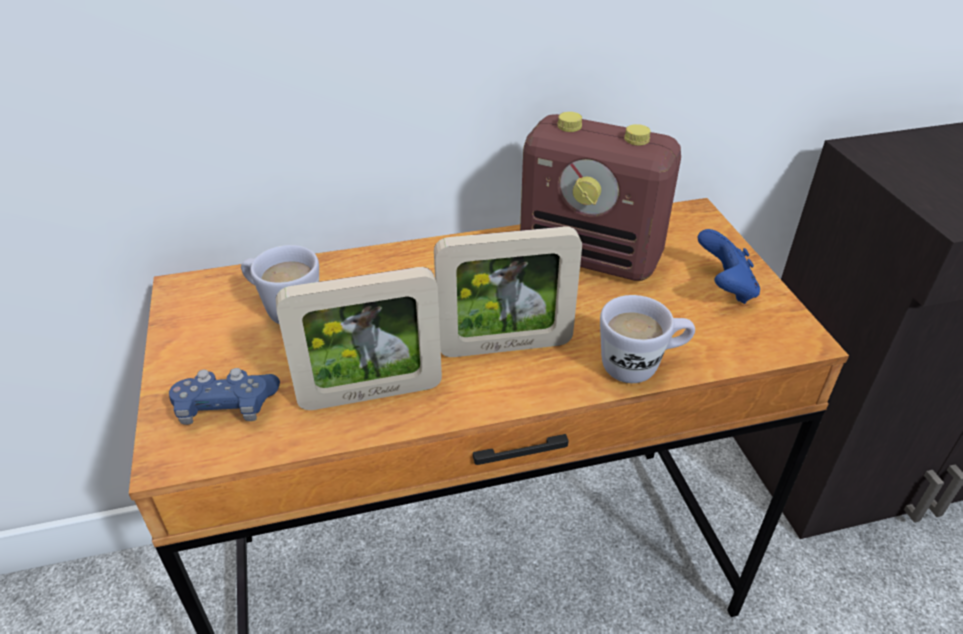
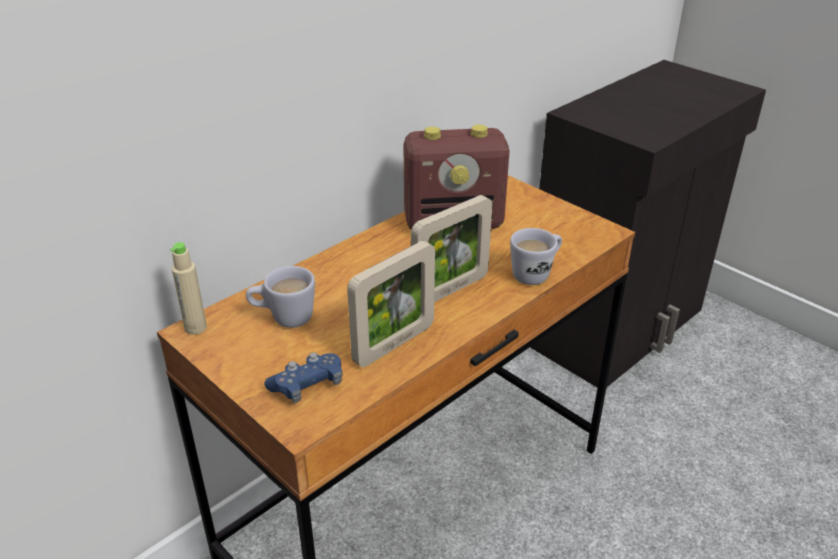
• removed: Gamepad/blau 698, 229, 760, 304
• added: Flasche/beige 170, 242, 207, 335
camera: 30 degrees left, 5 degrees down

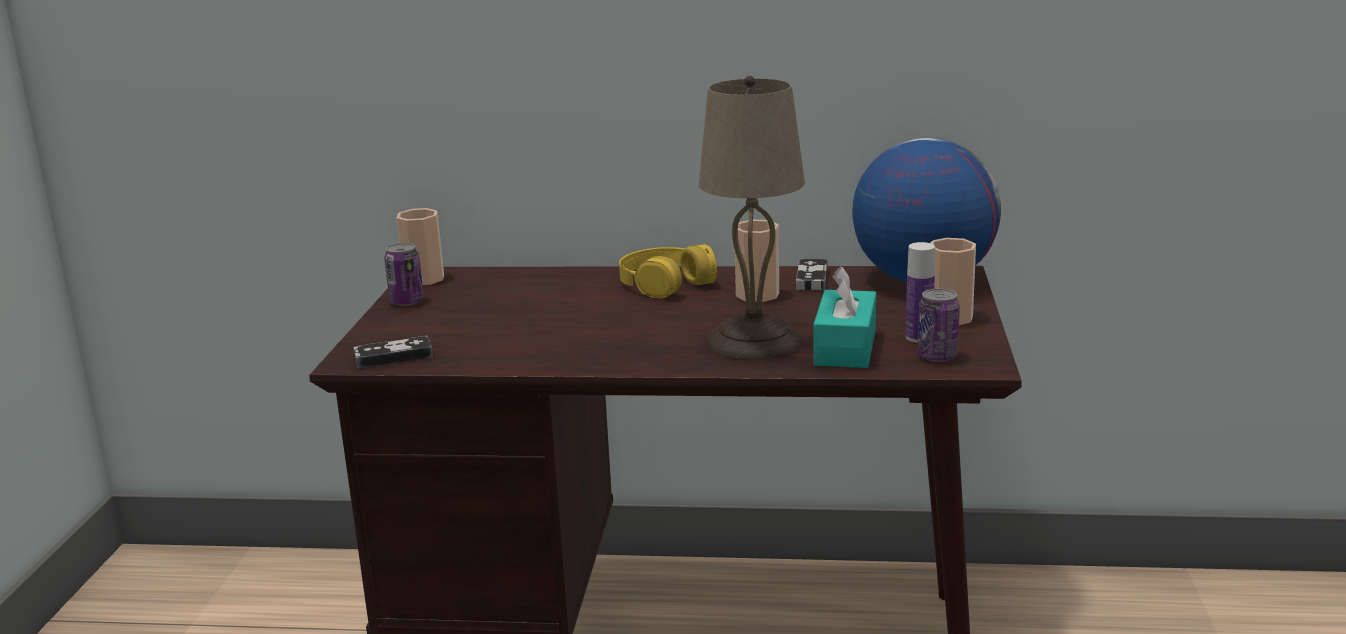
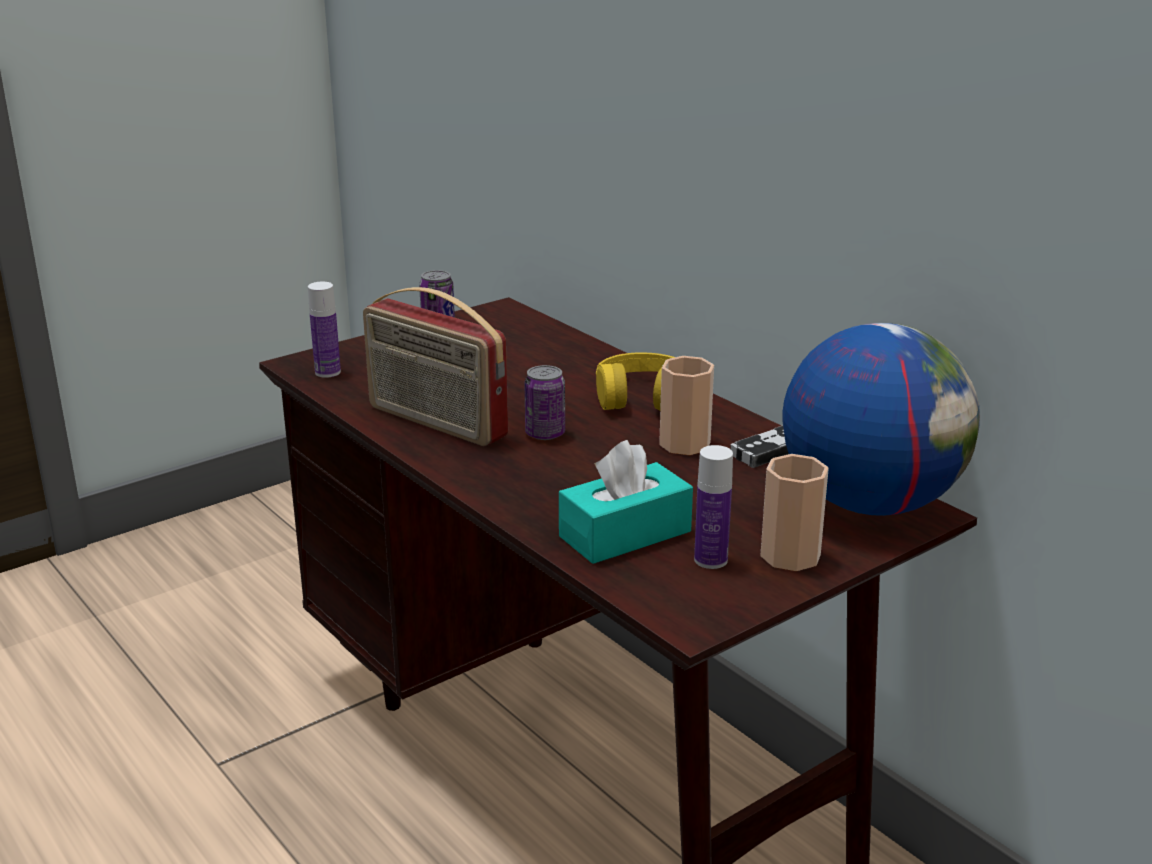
• removed: Tischlampe/beige 699, 76, 805, 360
• removed: Tasse 396, 208, 444, 285
• moved: Dose 918, 289, 960, 362 to 524, 365, 565, 440
• replaced: Gamepad 353, 336, 433, 369 to Flasche 308, 282, 341, 378
• added: Radio 363, 287, 508, 446
camera: 45 degrees right, 5 degrees up

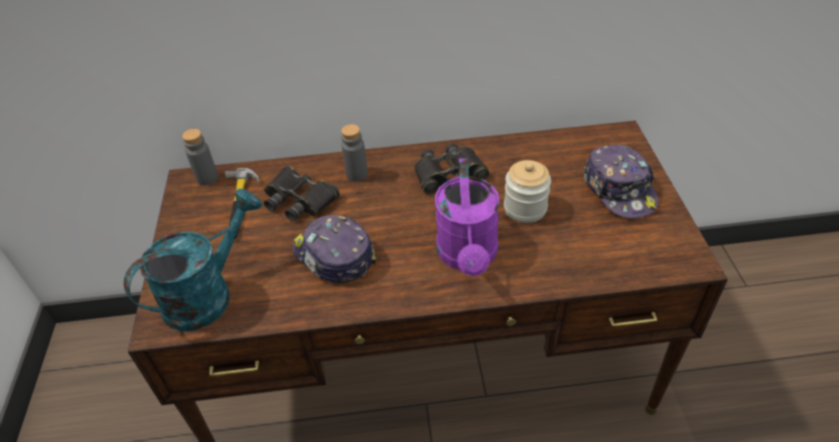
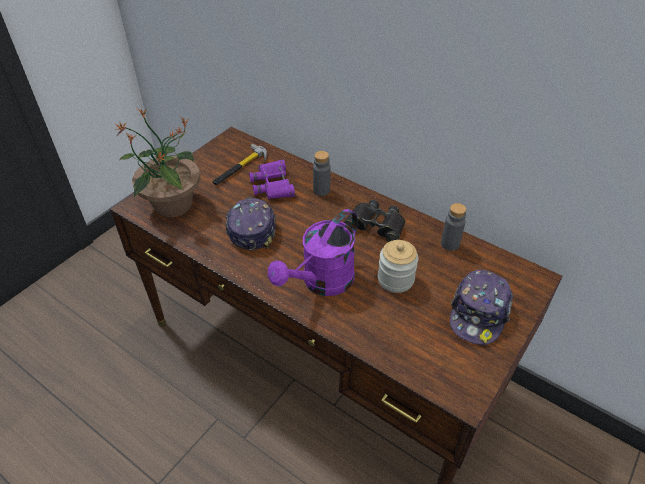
• moved: Flasche/grau 182, 129, 218, 185 to 441, 203, 467, 251
• recoloured: Fernglas/schwarz 264, 166, 340, 222 to Fernglas/lila 249, 159, 295, 199
• replaced: Gießkanne/türkis 124, 189, 262, 331 to Topfpflanze 115, 109, 201, 217
camera: 40 degrees right, 0 degrees up

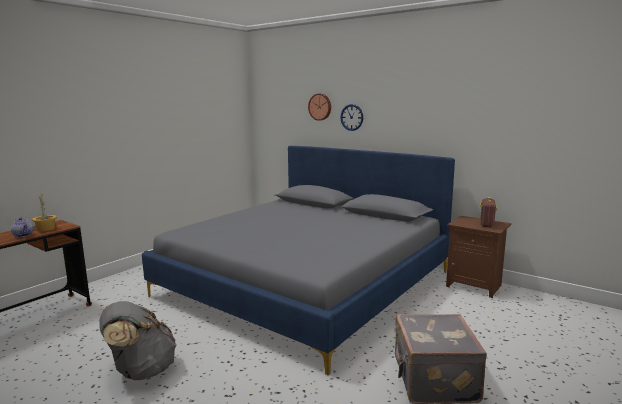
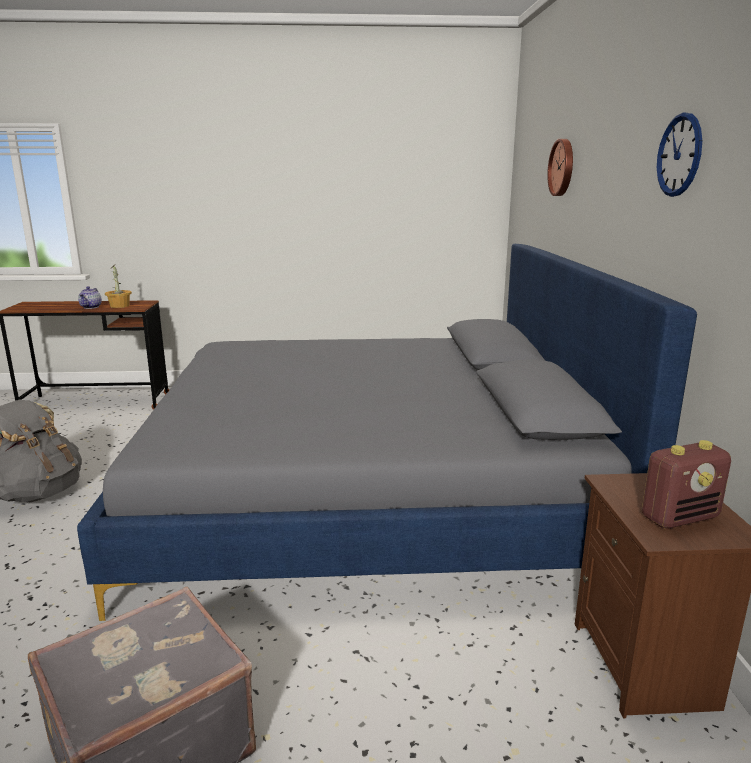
• moved: Wanduhr 340, 104, 363, 131 to 657, 113, 702, 197
camera: 50 degrees right, 5 degrees up

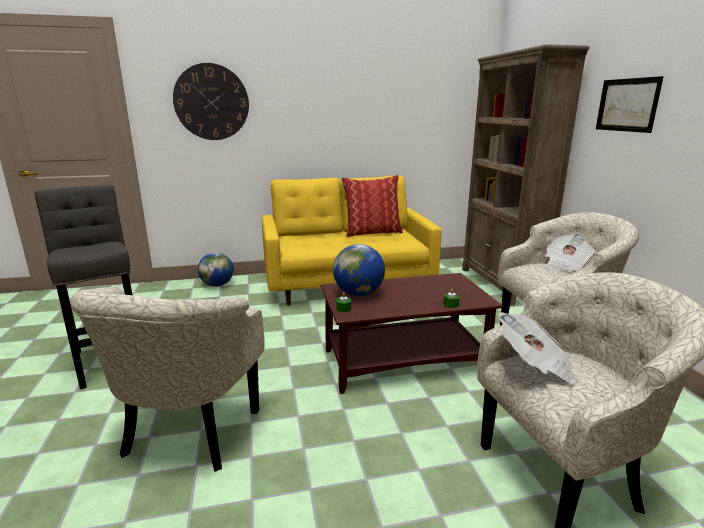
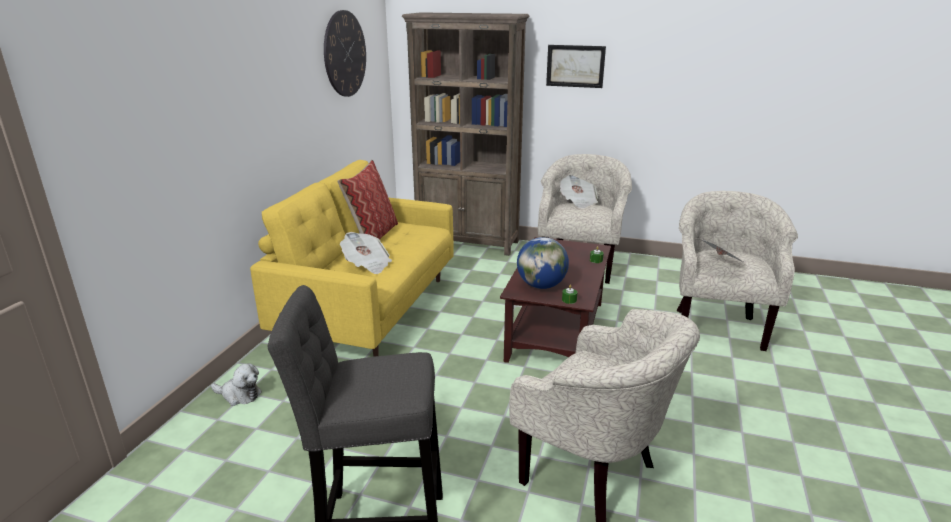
• moved: Wanduhr 173, 63, 249, 140 to 324, 10, 366, 97
• replaced: Globus 198, 252, 234, 287 to Plüschtier 211, 363, 262, 406
• added: Zeitung 340, 232, 392, 274
camera: 60 degrees left, 5 degrees up

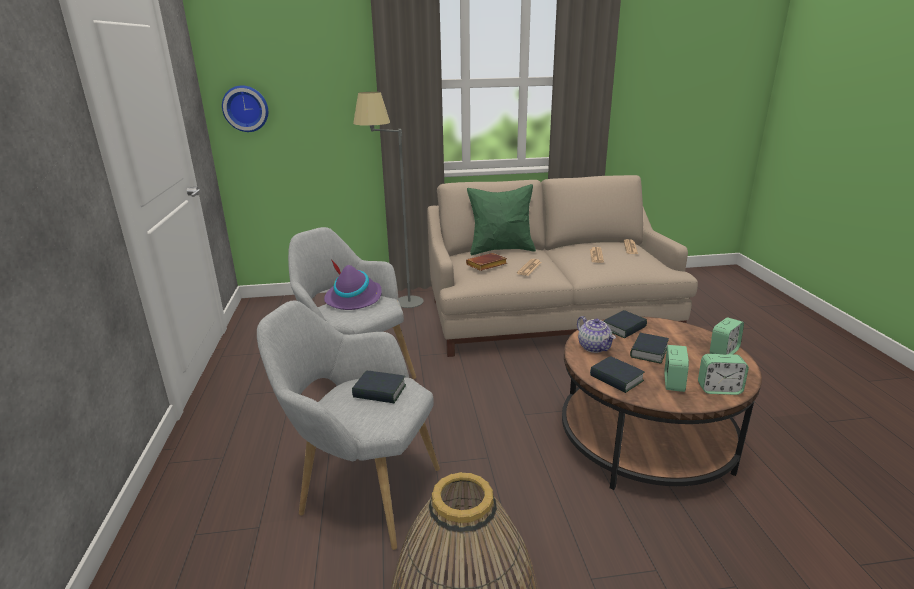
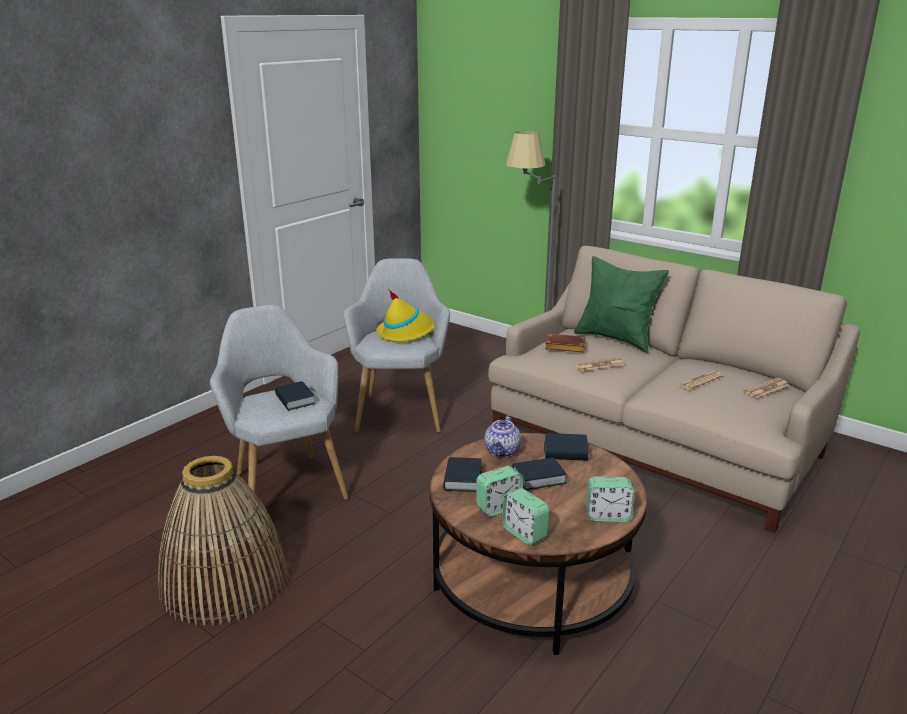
• removed: Wanduhr 222, 85, 268, 132
• recoloured: Hut/lila 324, 259, 382, 310 to Hut/gelb 376, 289, 435, 342
camera: 45 degrees right, 0 degrees up

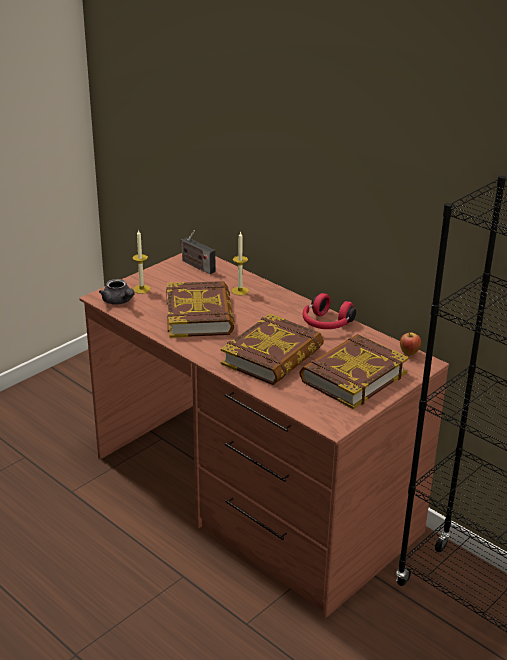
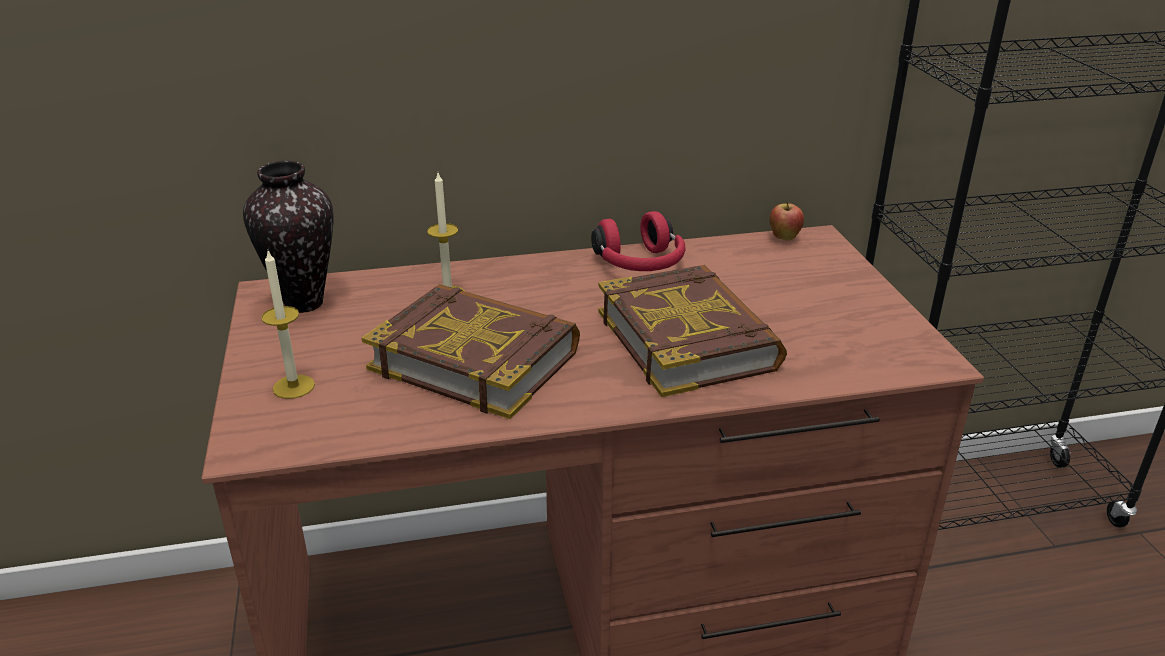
• replaced: Radio 180, 231, 215, 274 to Vase 243, 161, 334, 313
• removed: Teekanne/grau 99, 279, 135, 305
• removed: Buch 299, 334, 409, 409
camera: 55 degrees left, 0 degrees up

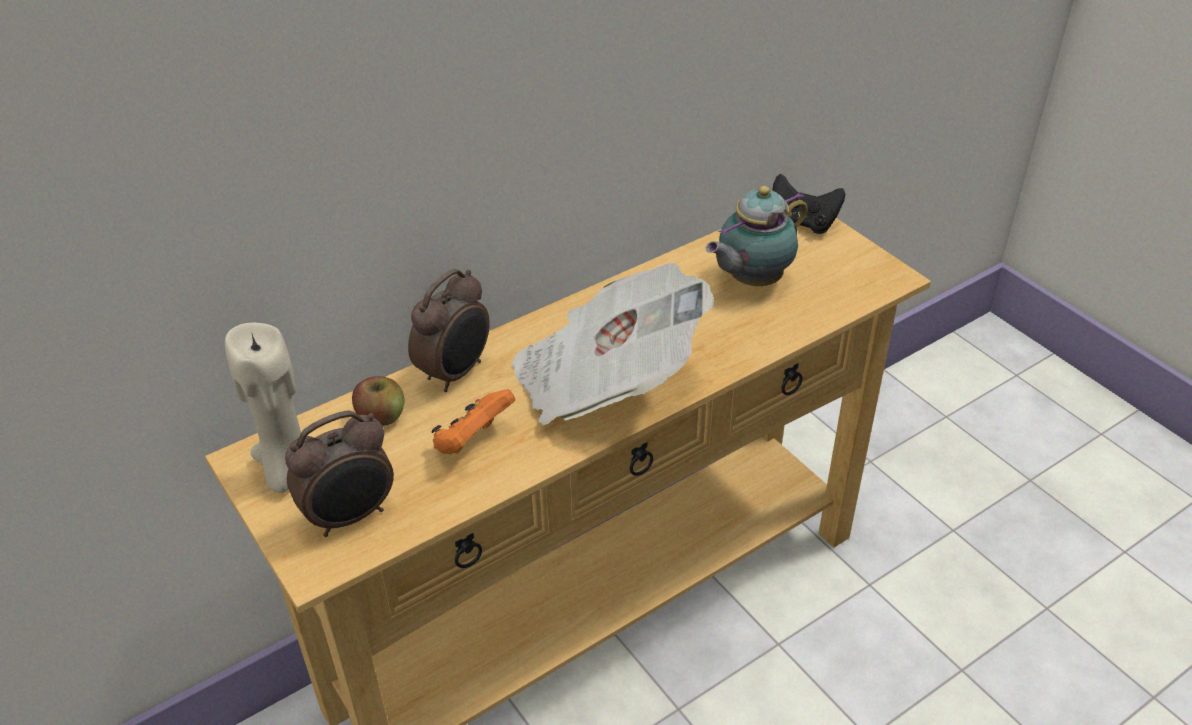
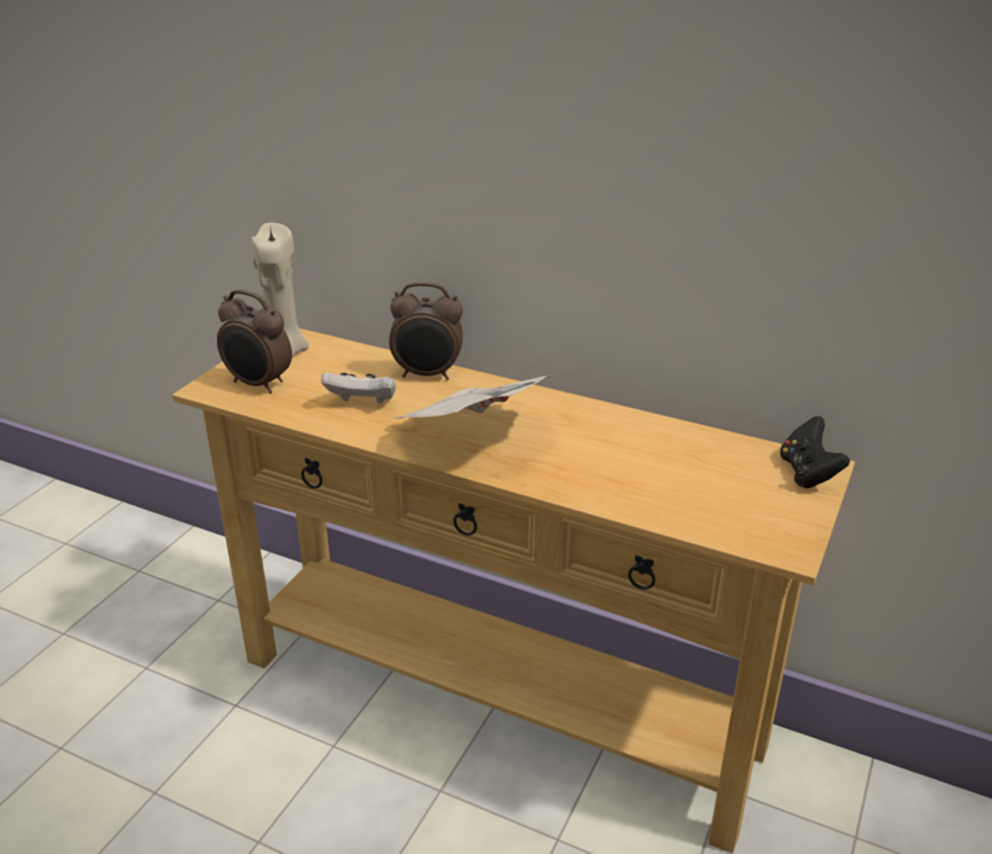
• removed: Teekanne 706, 186, 808, 286
• removed: Apfel 352, 376, 404, 426
• recoloured: Gamepad/orange 432, 389, 515, 454 to Gamepad/weiß 321, 373, 396, 404
camera: 60 degrees right, 10 degrees down

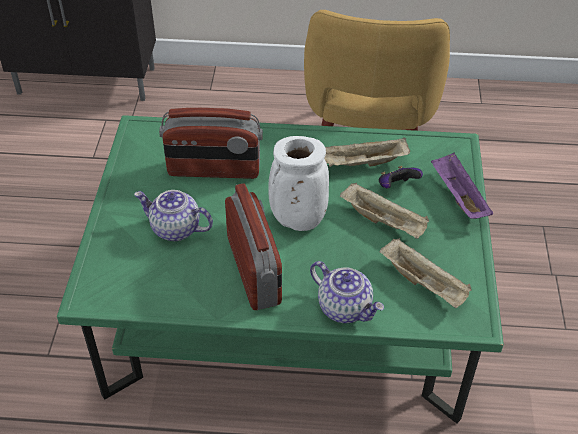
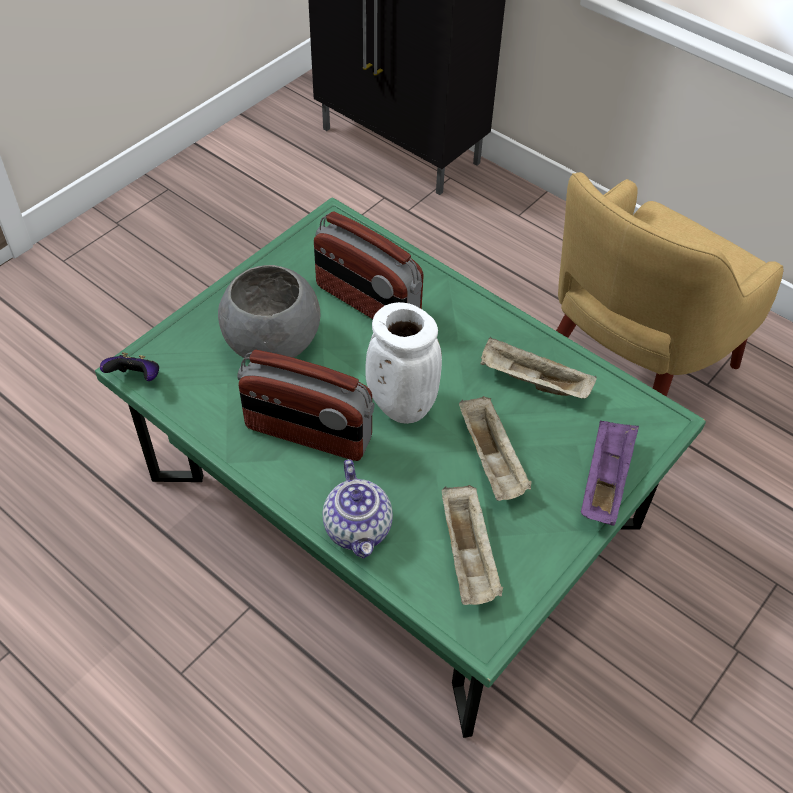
• moved: Gamepad 379, 166, 423, 188 to 100, 352, 159, 381
• turned: Radio 225, 183, 282, 310 = 237, 350, 374, 461 90 degrees clockwise
• replaced: Teekanne 134, 190, 213, 241 to Schüssel/grau 218, 265, 321, 360
camera: 35 degrees right, 5 degrees up

